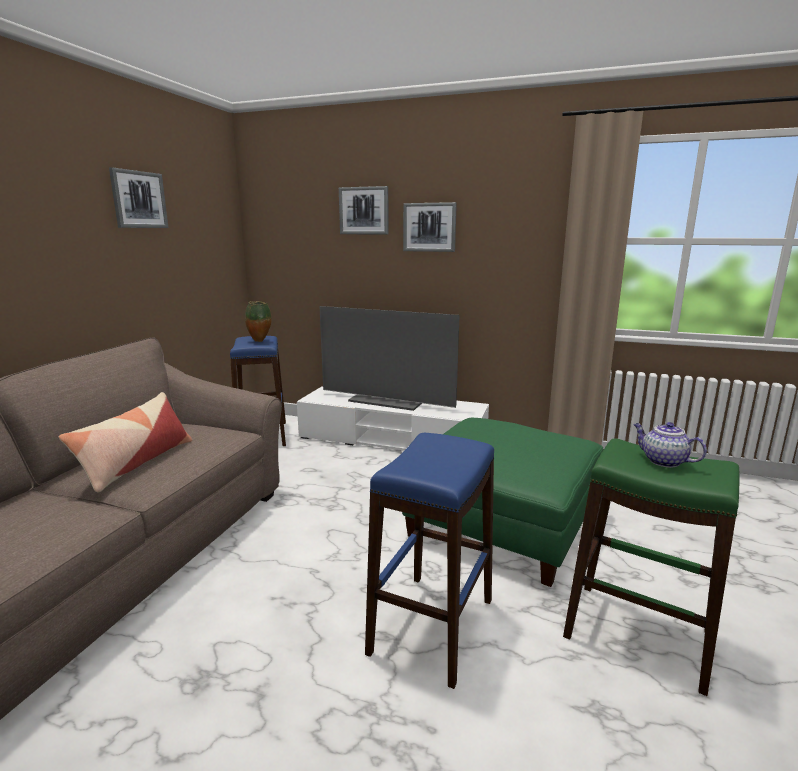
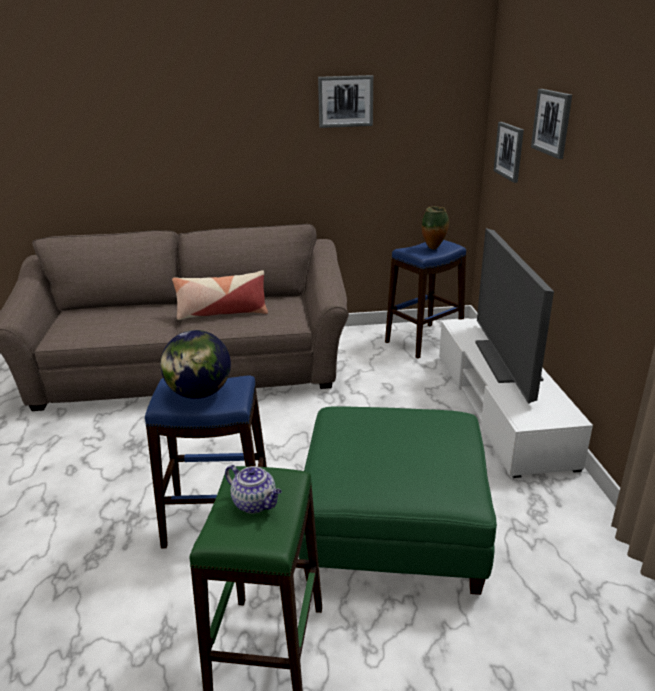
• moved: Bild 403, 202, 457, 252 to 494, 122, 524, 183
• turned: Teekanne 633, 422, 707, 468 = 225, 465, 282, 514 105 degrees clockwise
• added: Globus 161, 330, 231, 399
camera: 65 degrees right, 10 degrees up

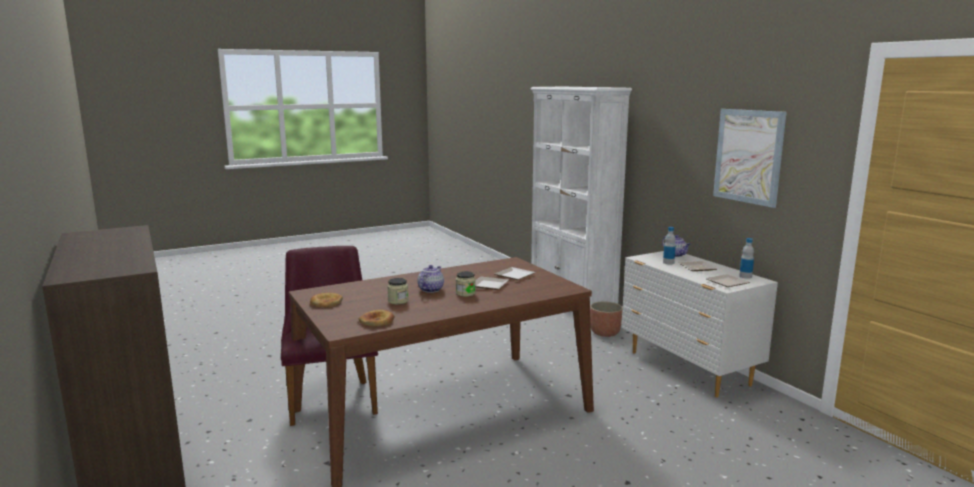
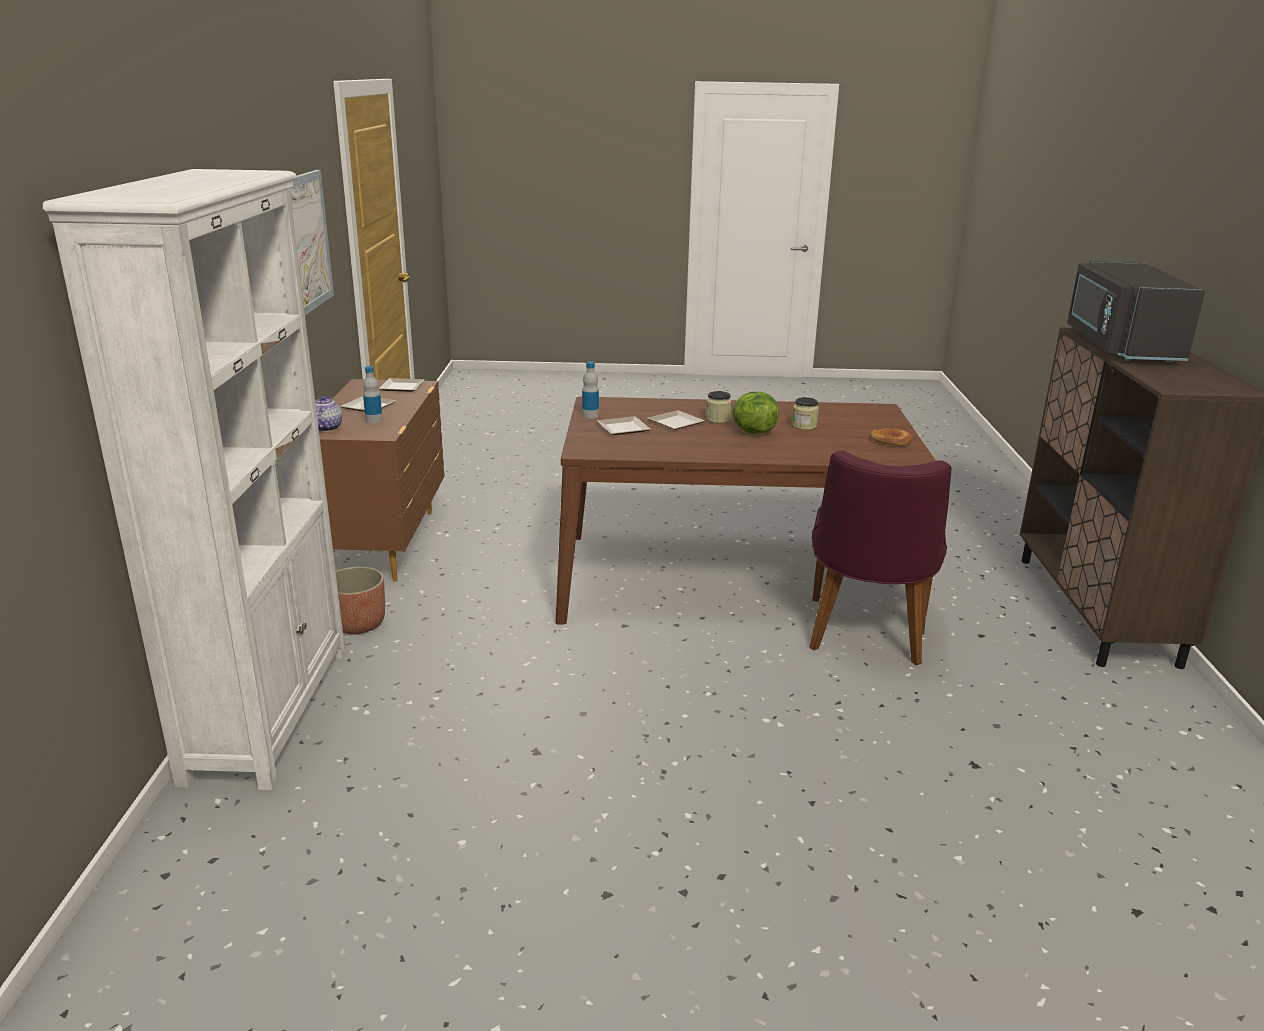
• moved: Flasche 739, 238, 754, 279 to 582, 361, 599, 419
• recoloured: Kommode/weiß 621, 251, 778, 398 to Kommode/braun 319, 379, 445, 582
• replaced: Teekanne 418, 265, 444, 293 to Salatkopf 733, 392, 779, 434
• removed: Brot 359, 310, 395, 327
• added: Mikrowelle/schwarz 1067, 261, 1205, 363
camera: 150 degrees left, 10 degrees up

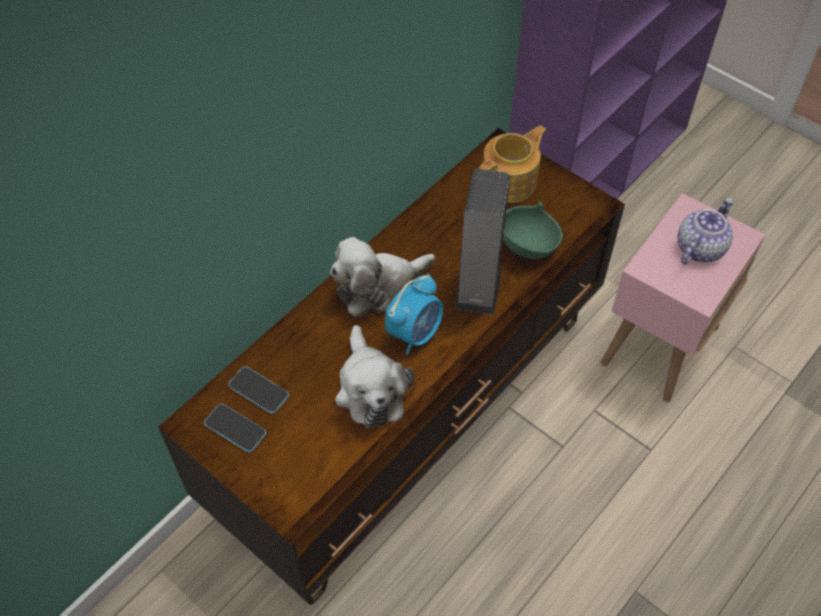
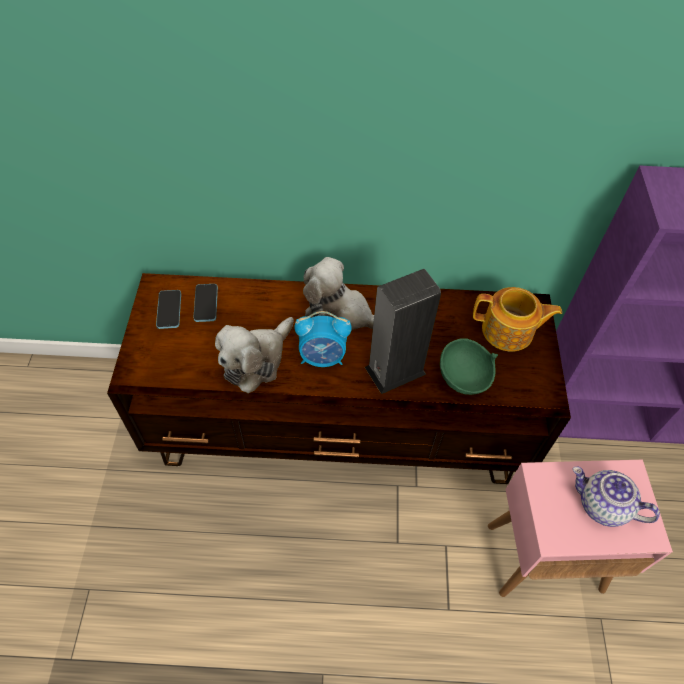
• turned: Teekanne 677, 198, 733, 265 = 572, 467, 660, 527 150 degrees counterclockwise
camera: 50 degrees right, 0 degrees up

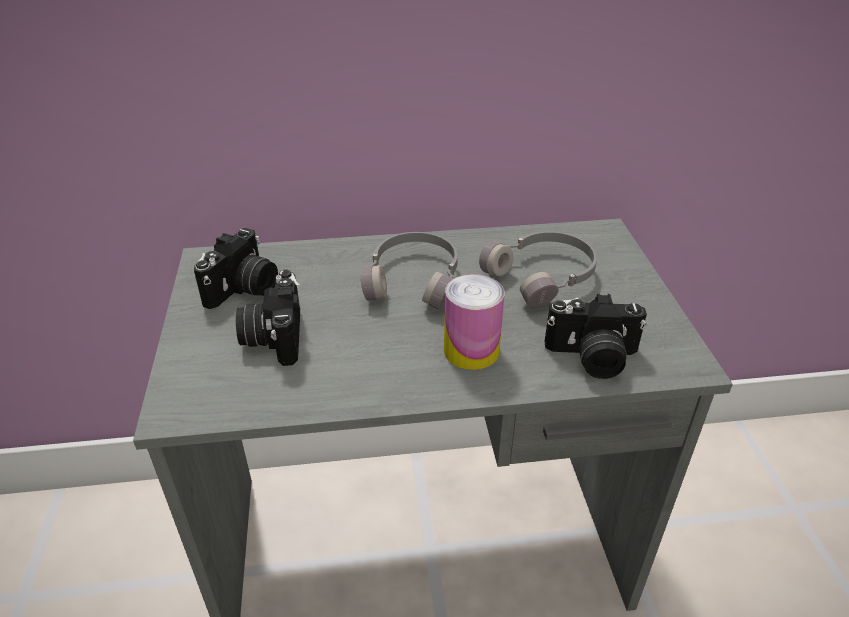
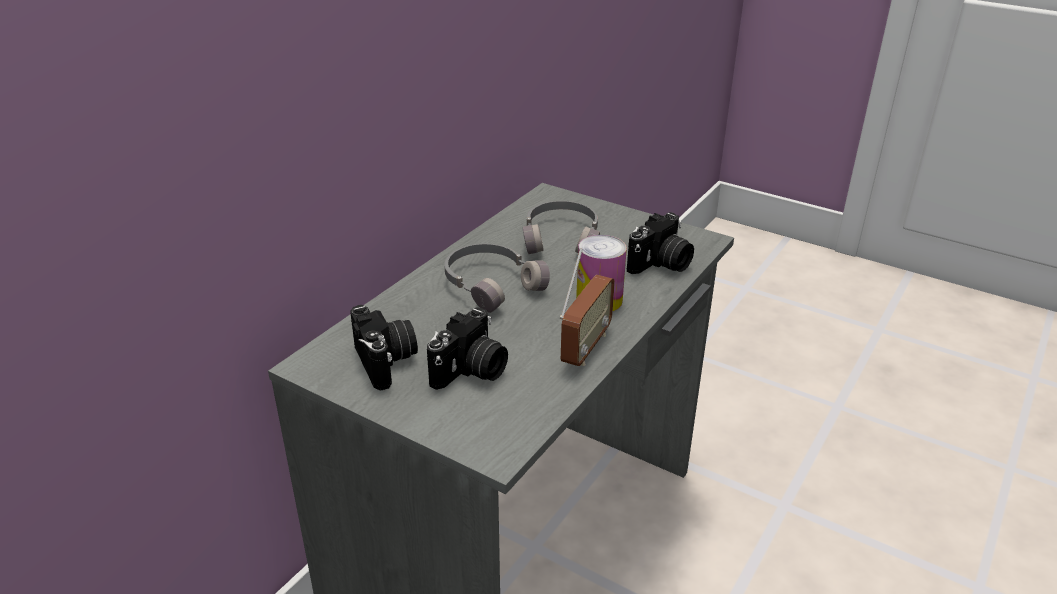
• turned: Kamera 236, 269, 300, 366 = 427, 307, 508, 390 90 degrees counterclockwise
• added: Radio 560, 248, 615, 366
camera: 50 degrees left, 5 degrees down

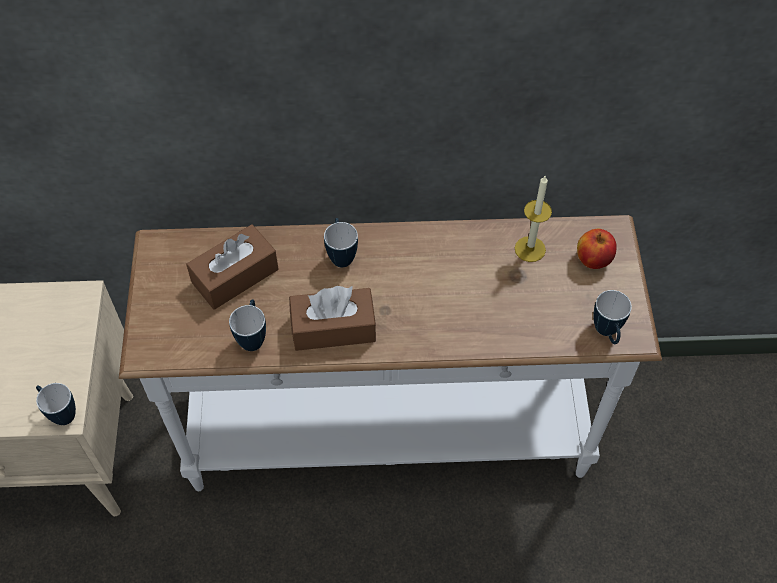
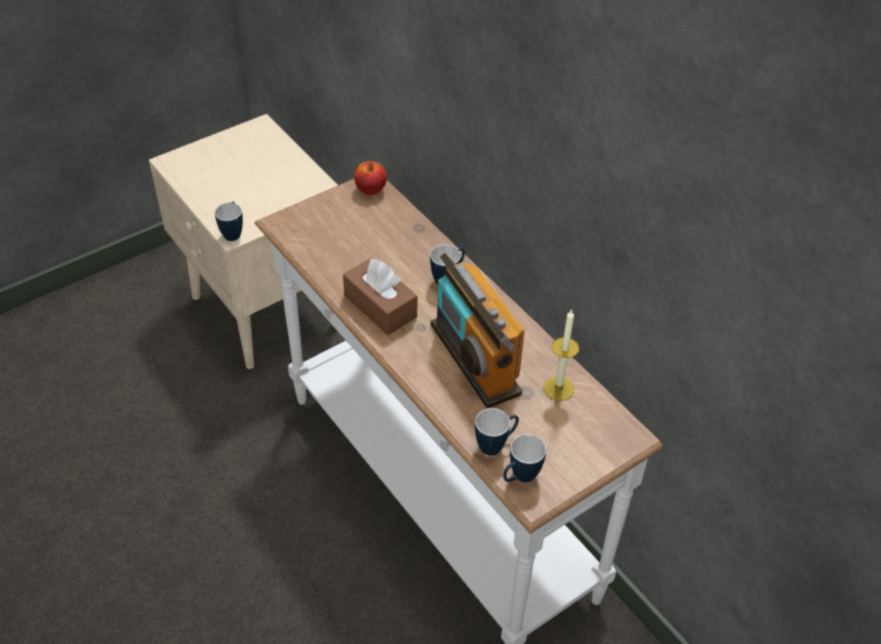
• removed: Taschentuchbox/braun 186, 224, 279, 310
• moved: Apfel 577, 229, 617, 269 to 354, 161, 387, 195
• moved: Henkelbecher 229, 299, 266, 351 to 475, 408, 519, 456
• added: Radio 431, 253, 525, 408
camera: 55 degrees right, 10 degrees down

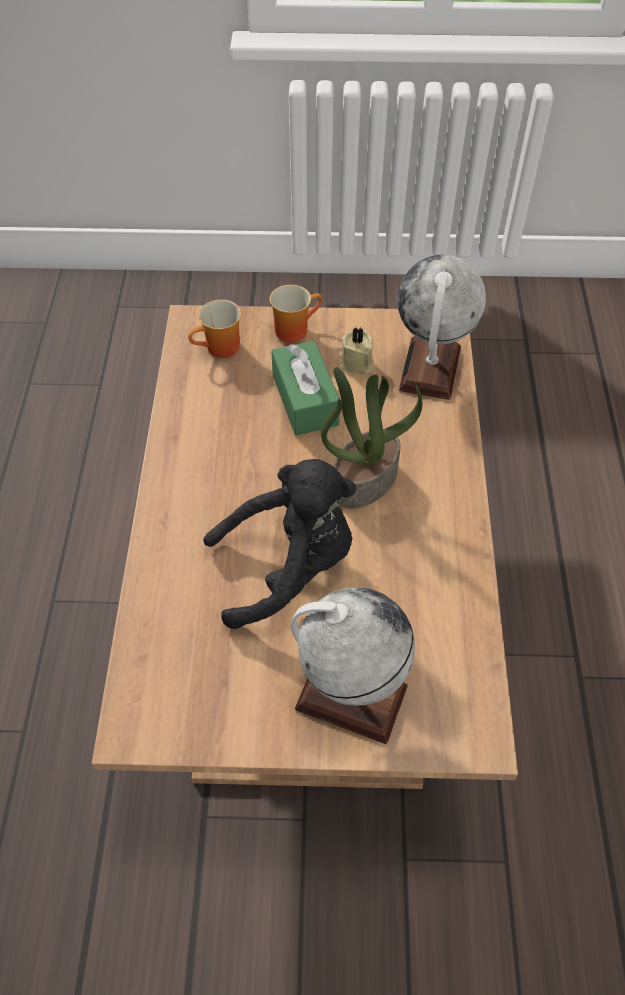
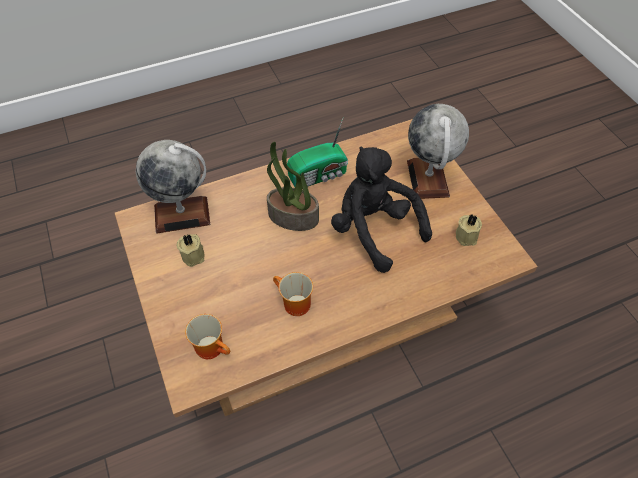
• moved: Henkelbecher 269, 285, 323, 343 to 273, 272, 313, 316
• removed: Taschentuchbox/grün 271, 341, 340, 435
• added: Radio 287, 117, 348, 187
• added: Kerze/beige 456, 214, 482, 246
camera: 115 degrees left, 0 degrees up

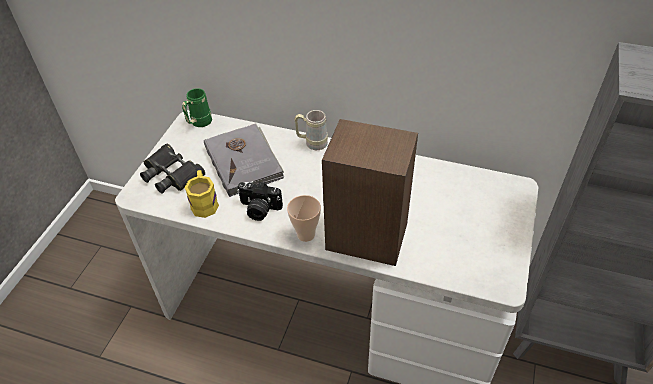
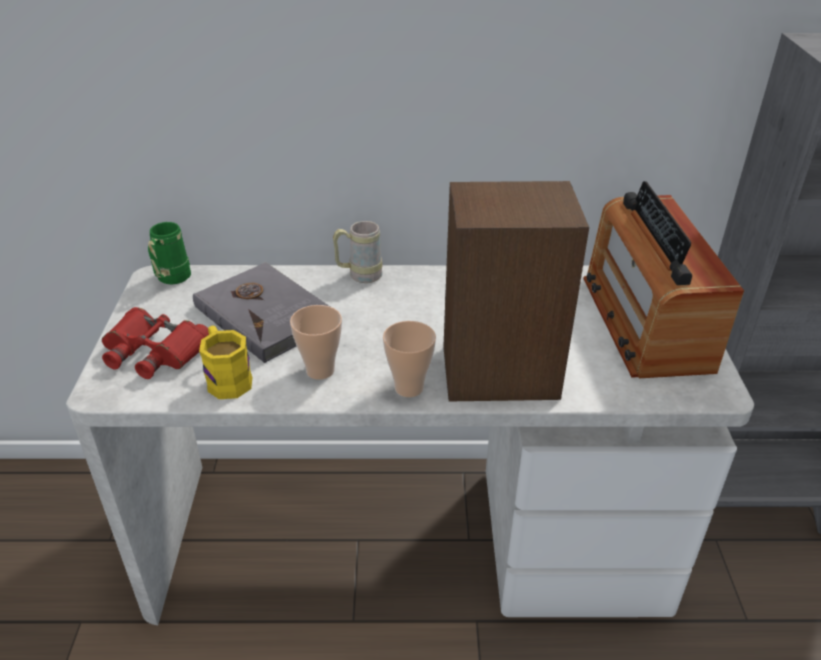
• recoloured: Fernglas/schwarz 140, 144, 205, 194 to Fernglas/rot 102, 307, 209, 379
• replaced: Kamera 237, 181, 283, 221 to Tasse 290, 305, 342, 380
• added: Radio 583, 181, 744, 378
camera: 20 degrees left, 10 degrees down

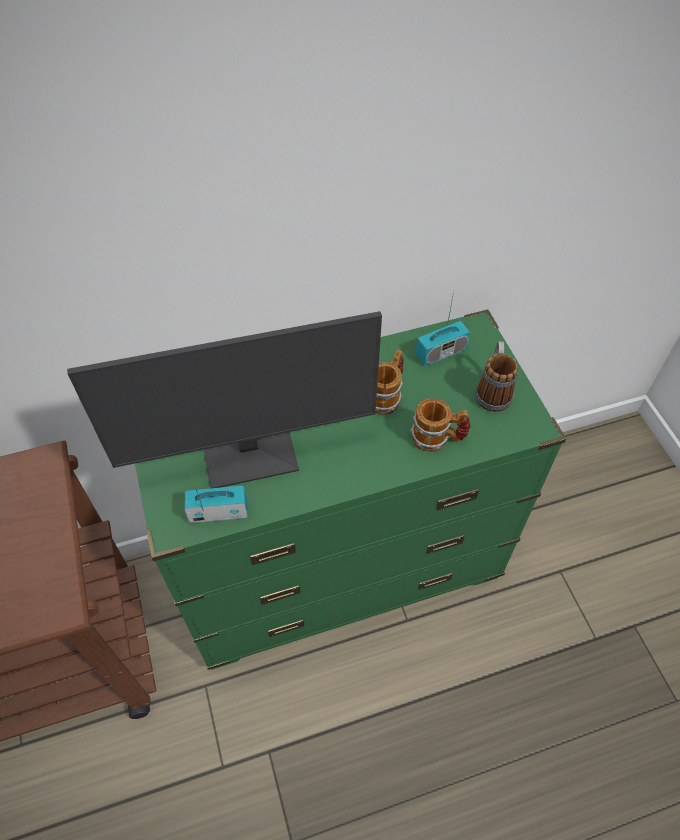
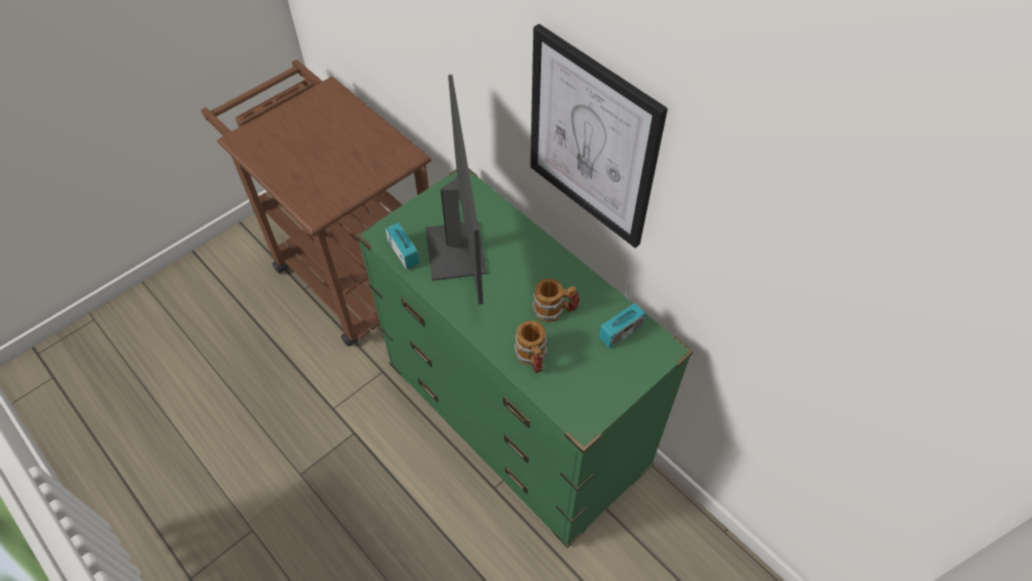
• turned: Radio 416, 292, 470, 366 = 599, 283, 646, 348 75 degrees counterclockwise
• turned: Monitor 67, 311, 382, 488 = 426, 75, 487, 305 150 degrees counterclockwise
• removed: Henkelbecher 475, 341, 518, 412
• added: Bild 530, 24, 668, 248
camera: 65 degrees right, 0 degrees up

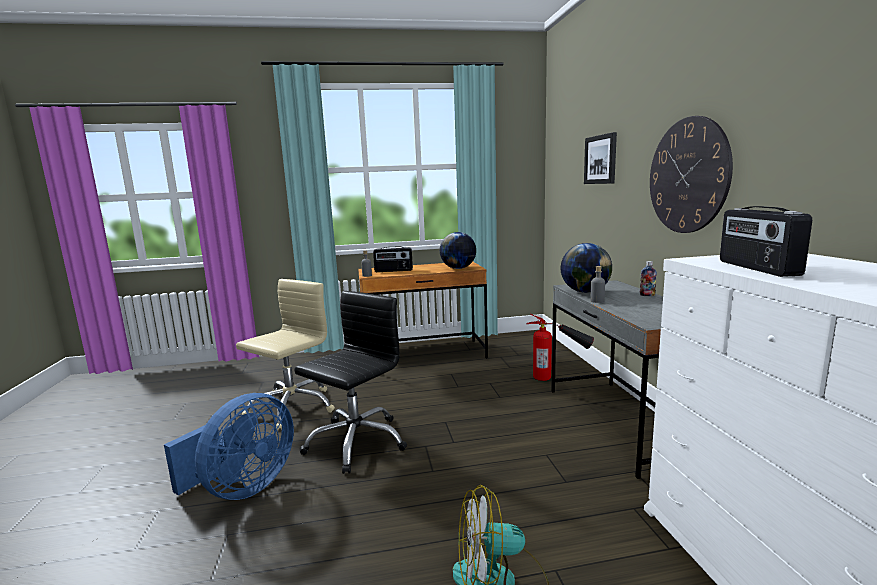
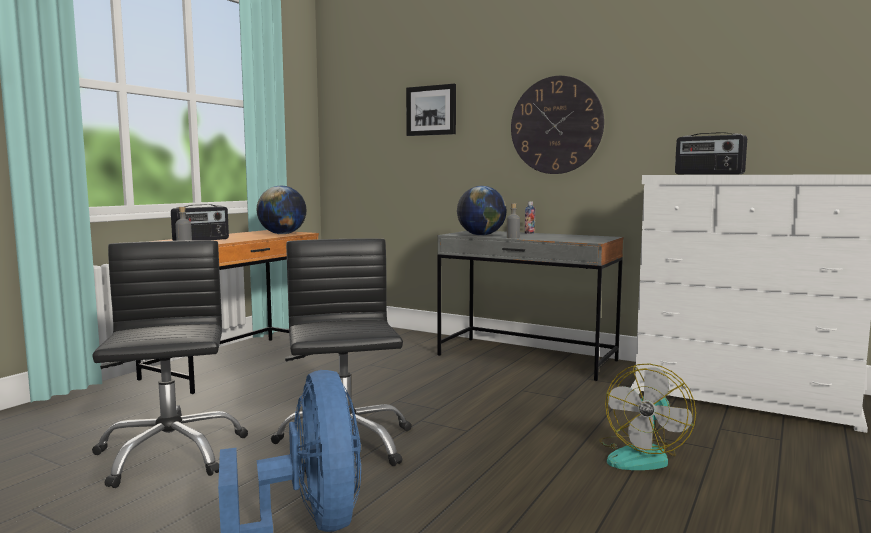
• recoloured: Bürostuhl/beige 236, 279, 335, 430 to Bürostuhl/schwarz 92, 240, 248, 488
• removed: Feuerlöscher 527, 314, 594, 381
camera: 50 degrees left, 5 degrees down

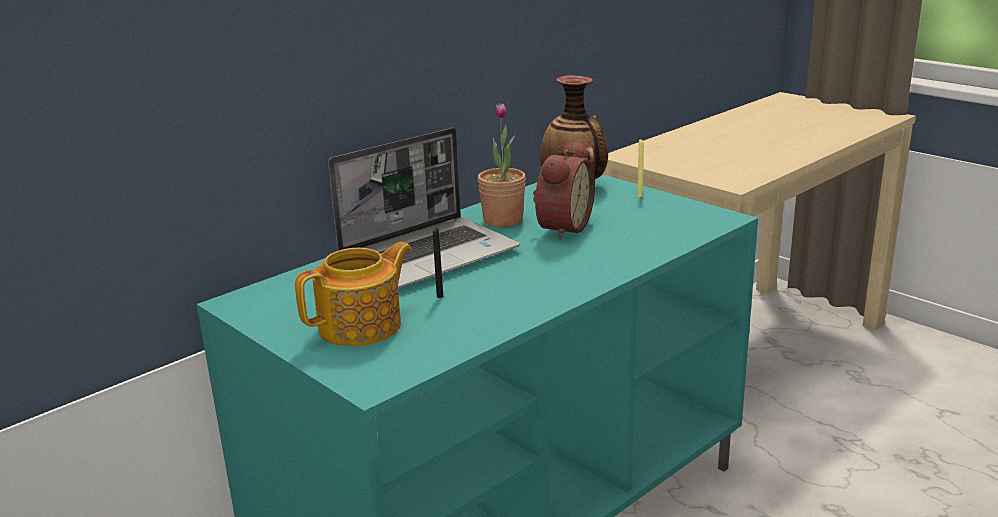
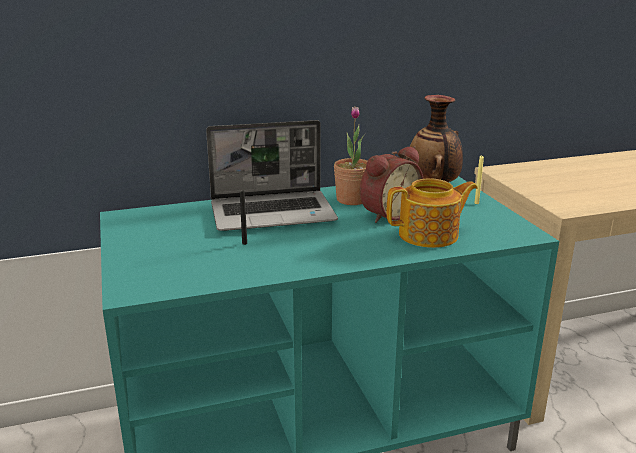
• moved: Teekanne 295, 242, 412, 346 to 387, 179, 478, 248
camera: 25 degrees right, 0 degrees up

